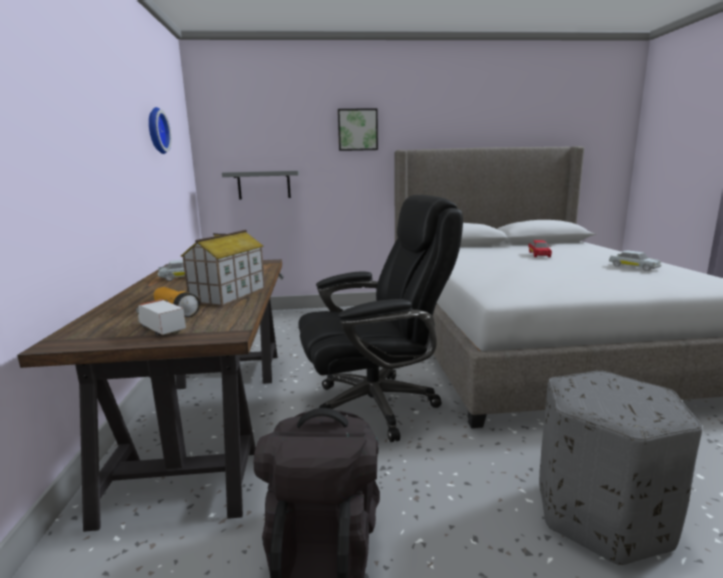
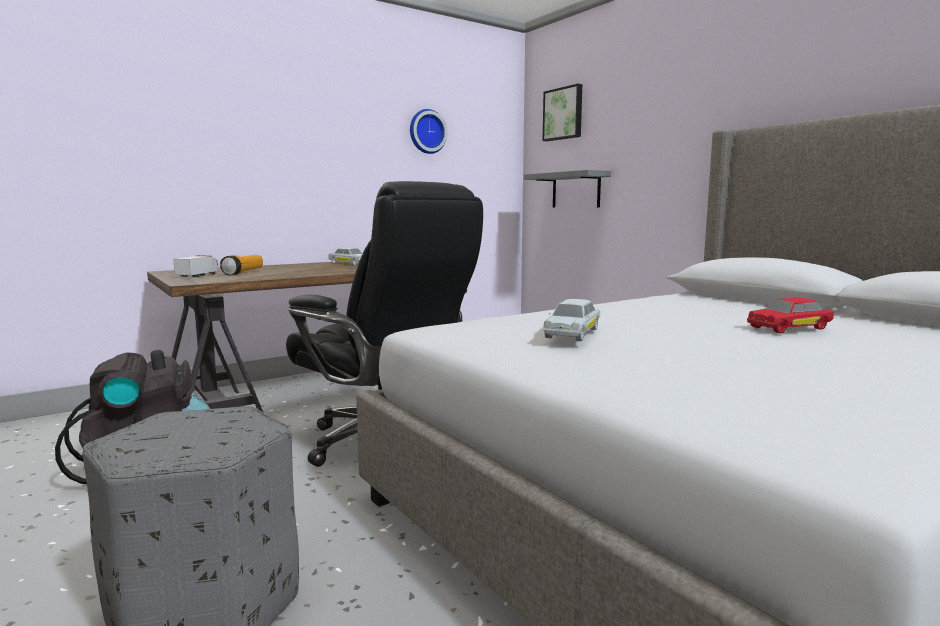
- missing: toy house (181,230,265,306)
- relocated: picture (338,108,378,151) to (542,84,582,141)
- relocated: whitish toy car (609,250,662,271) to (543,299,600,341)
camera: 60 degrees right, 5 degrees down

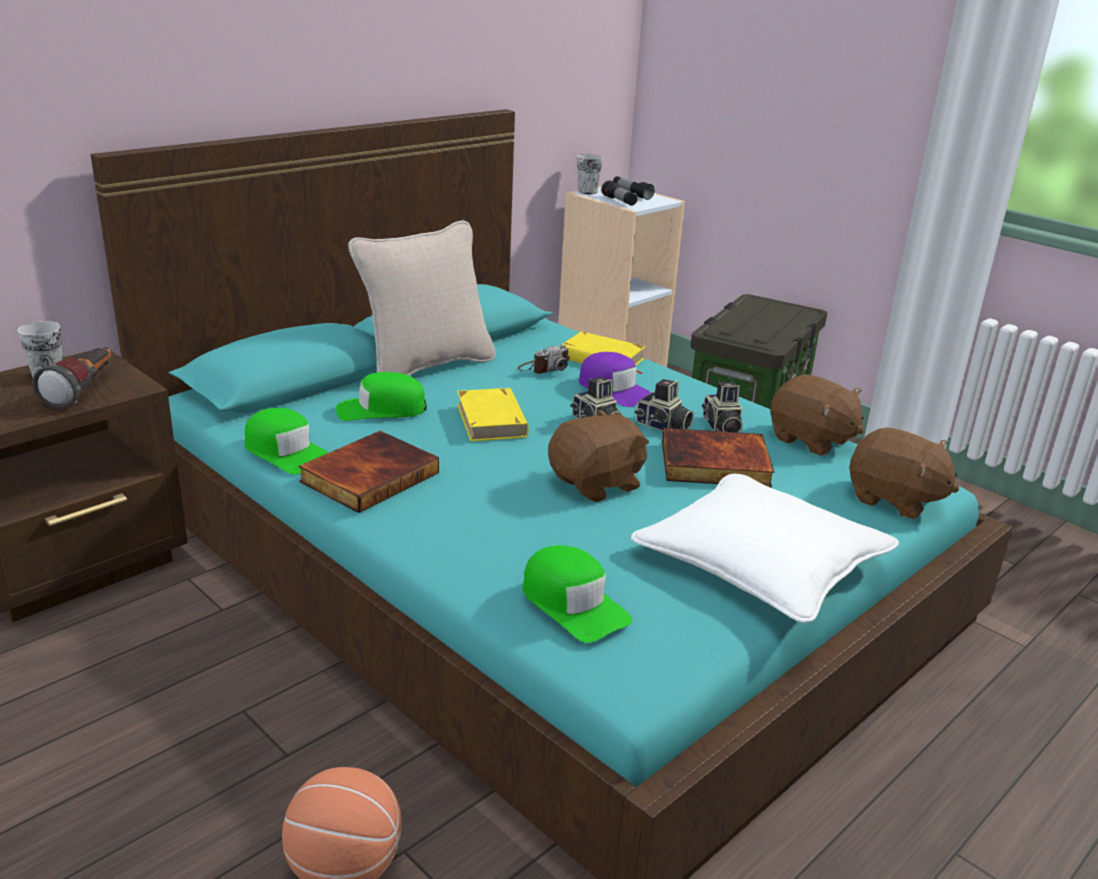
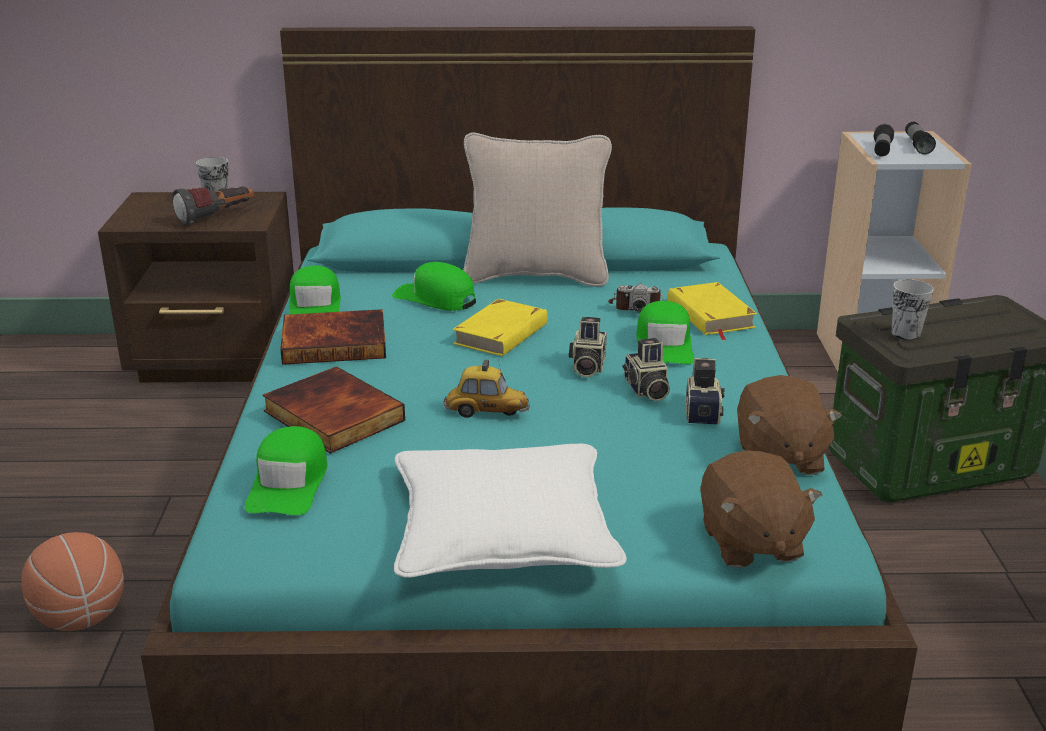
- exchanged: brown-coloured cuddly toy (548,409,649,502) to toy car (444,359,530,418)
- relocated: cup (577,154,603,194) to (892,279,934,340)
- colour: purple-coloured peaked cap (579,352,651,407) to green peaked cap (636,301,694,364)
- relocated: volume (662,428,774,488) to (263,366,405,454)
- spun: still camera (702,382,743,433) = (685,358,725,424) 150 degrees clockwise
camera: 45 degrees right, 0 degrees up

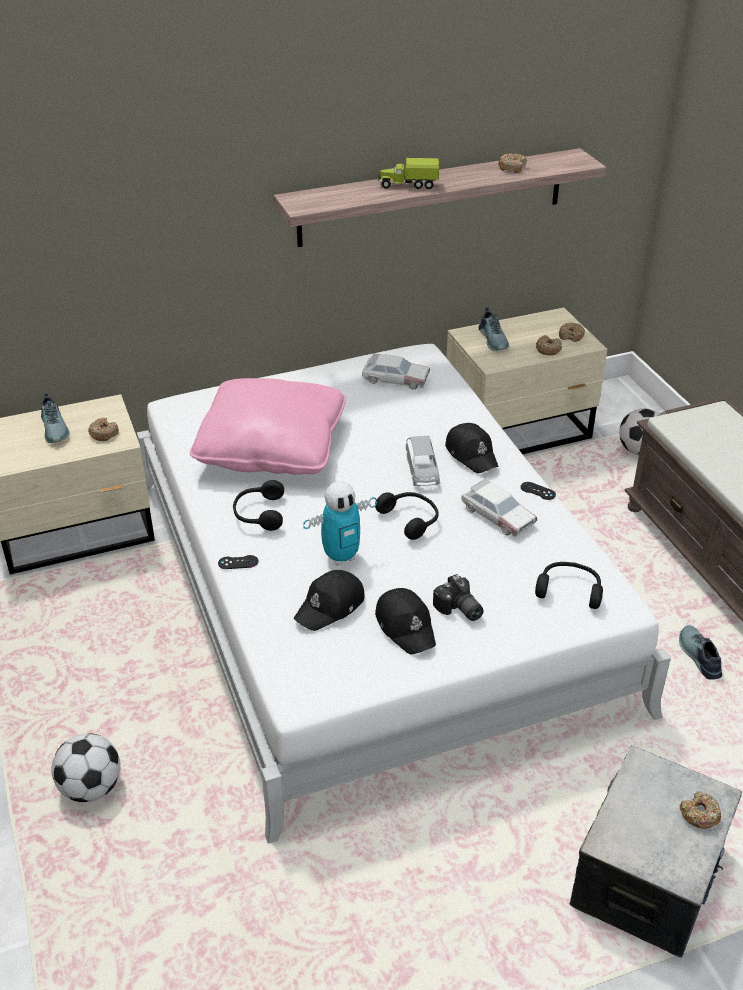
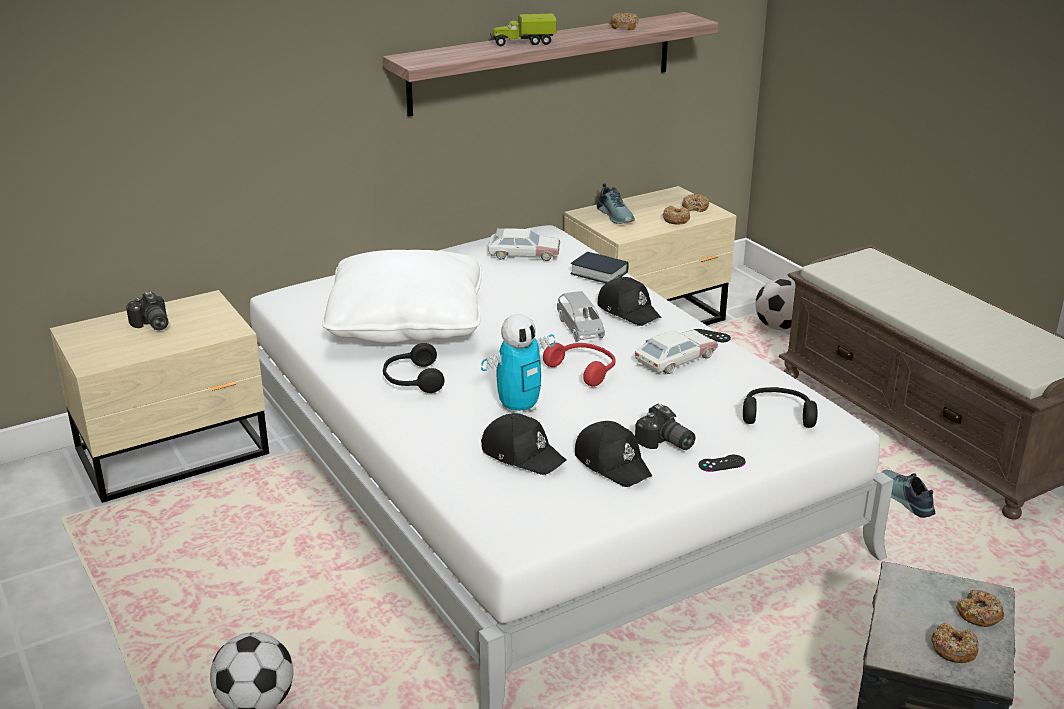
- exchanged: shoe (41,393,70,443) to still camera (126,291,168,330)
- relocated: doughnut (88,417,119,441) to (931,622,979,663)
- colour: pinkish pillow (190,378,346,475) to whitish pillow (322,250,482,343)
- relocated: blackish gamepad (218,555,258,569) to (699,455,746,472)
- spun: blackish peaked cap (294,570,364,631) = (481,413,567,475) 90 degrees counterclockwise
- colour: blackish headset (375,492,439,540) to reddish headset (543,343,616,387)
- spun: toy car (461,479,537,537) = (635,330,718,374) 75 degrees counterclockwise
- appeared: volume (570,252,629,283)
camera: 10 degrees left, 10 degrees down

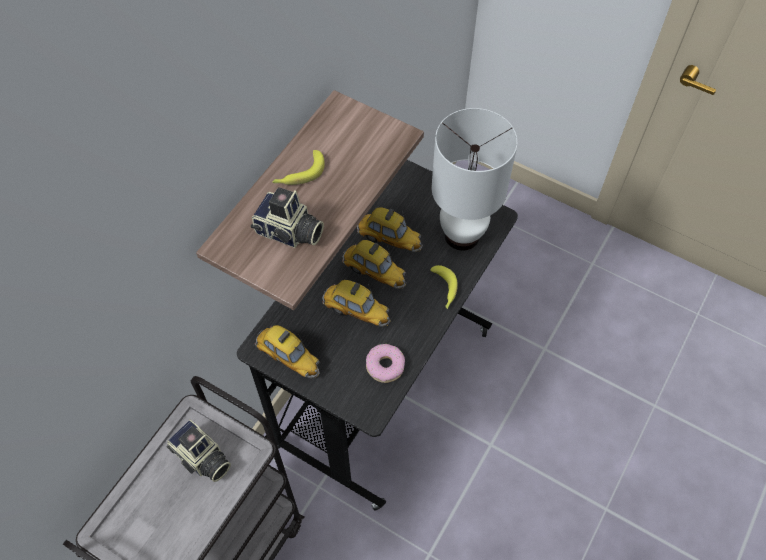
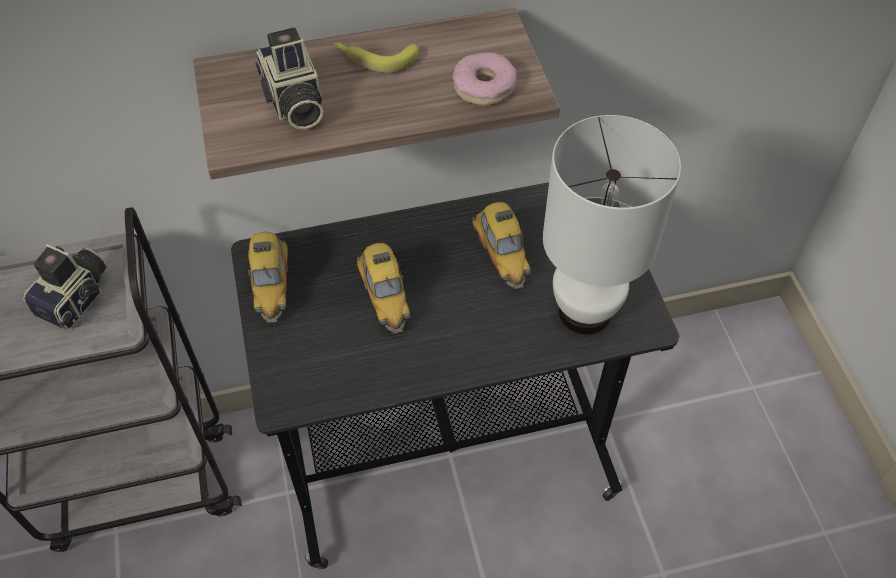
- spun: still camera (166,420,231,482) = (23,244,107,331) 150 degrees counterclockwise
- missing: toy car (342,240,406,289)
- relocated: doughnut (366,344,405,383) to (453,52,517,106)
- missing: banana fruit (430,265,458,309)
camera: 45 degrees right, 5 degrees down

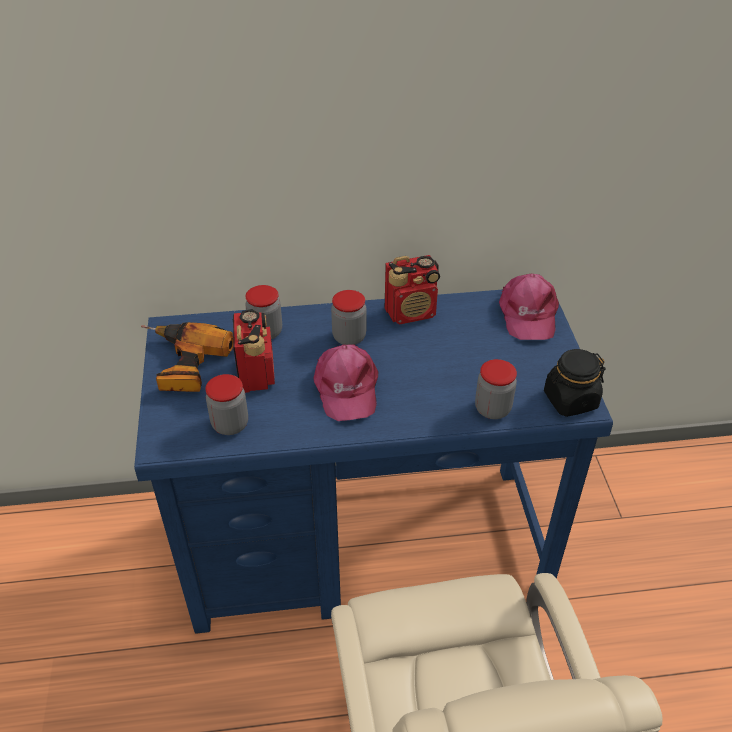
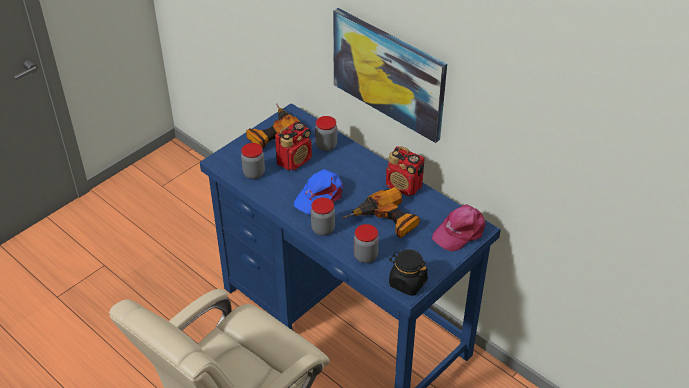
- colour: pinkish peaked cap (313,345,378,421) to blue peaked cap (294,169,344,215)
- relocated: preserve jar (331,290,366,345) to (311,198,335,236)
- appeared: picture (333,8,447,143)
- appeared: drill (343,187,420,238)
camera: 50 degrees right, 0 degrees up

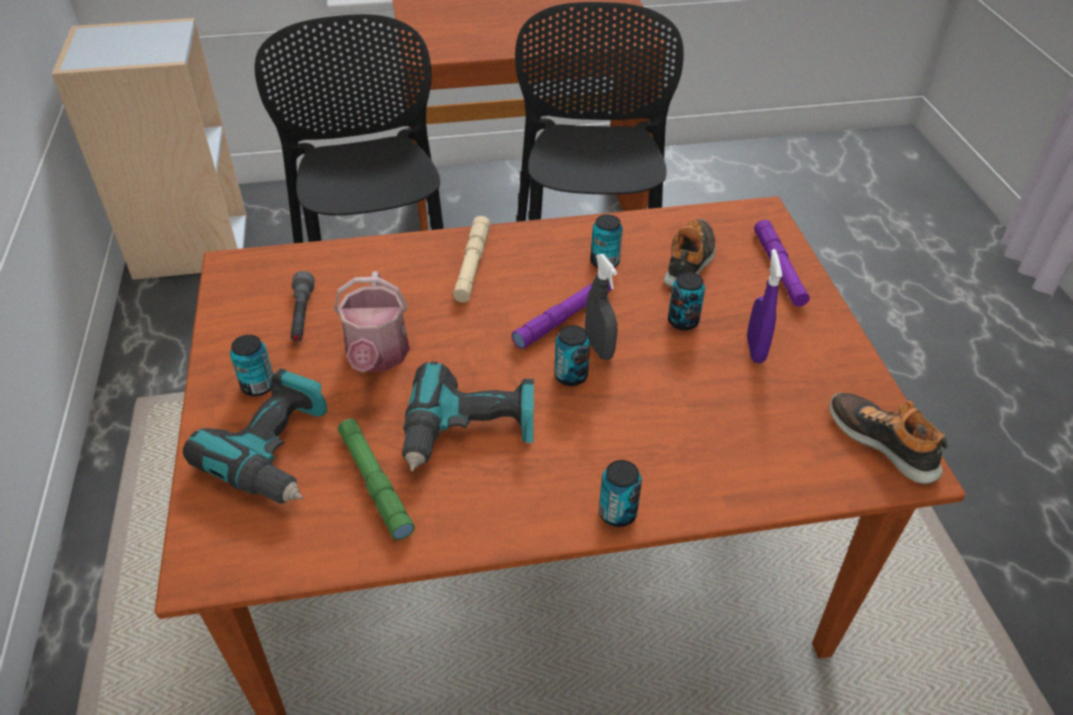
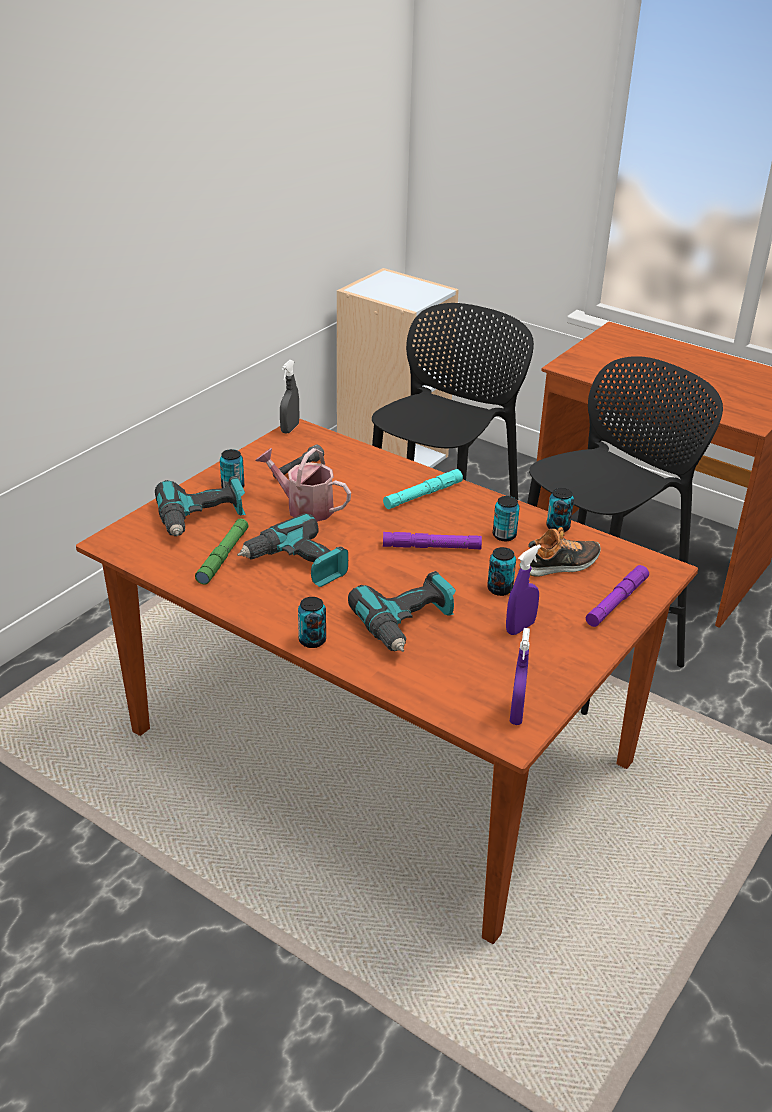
- spun: watering can (334,271,410,372) = (255,448,351,522) 75 degrees clockwise
- colour: beige hand torch (453,216,491,302) to blue-green hand torch (383,469,463,509)
- relocated: sealed can (554,325,590,386) to (546,488,574,532)
- relocated: grey hand sprayer (585,254,618,360) to (280,360,299,434)
- exchanged: shoe (830,392,948,484) to purple-coloured hand sprayer (509,628,530,725)
- appeared: drill (348,571,456,652)
camera: 45 degrees right, 10 degrees down

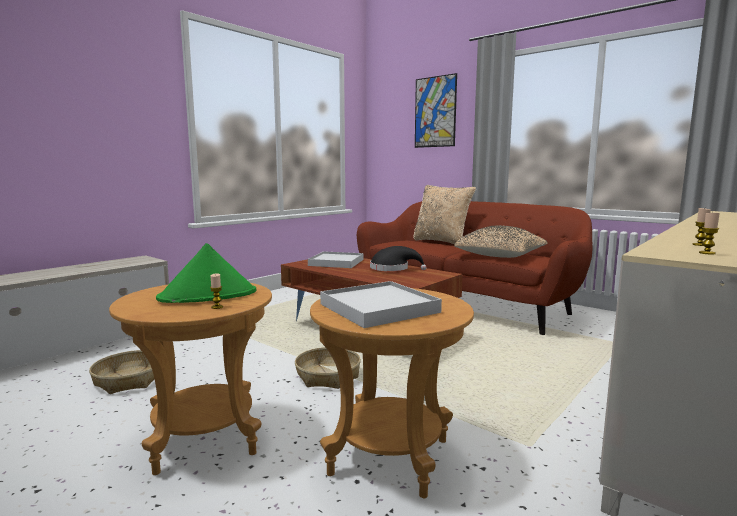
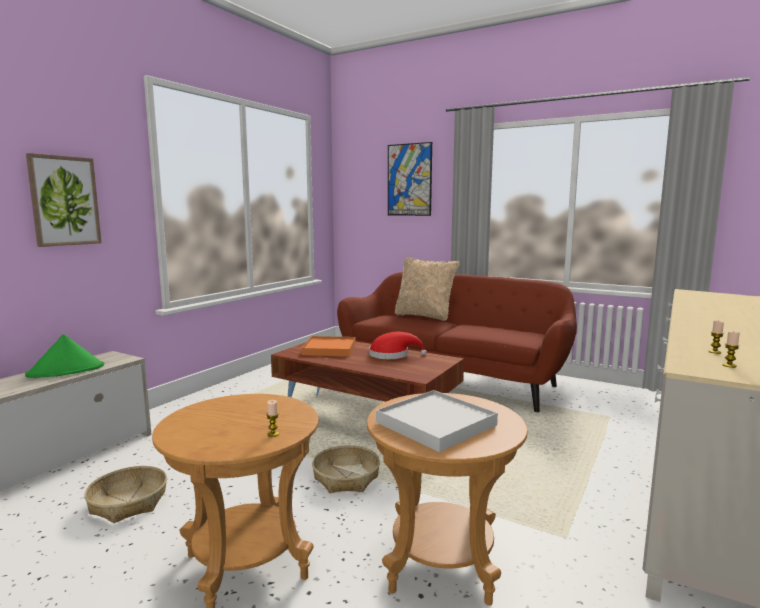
- relocated: green clothing hat (156,243,256,303) to (25,334,104,378)
- colour: whitish tray (308,251,364,268) to orange-coloured tray (301,336,356,356)
- colour: blackish clothing hat (370,246,427,271) to reddish clothing hat (369,332,427,359)
- missing: beige pillow (454,225,547,258)
- appeared: picture (26,153,102,247)
camera: 10 degrees left, 0 degrees up

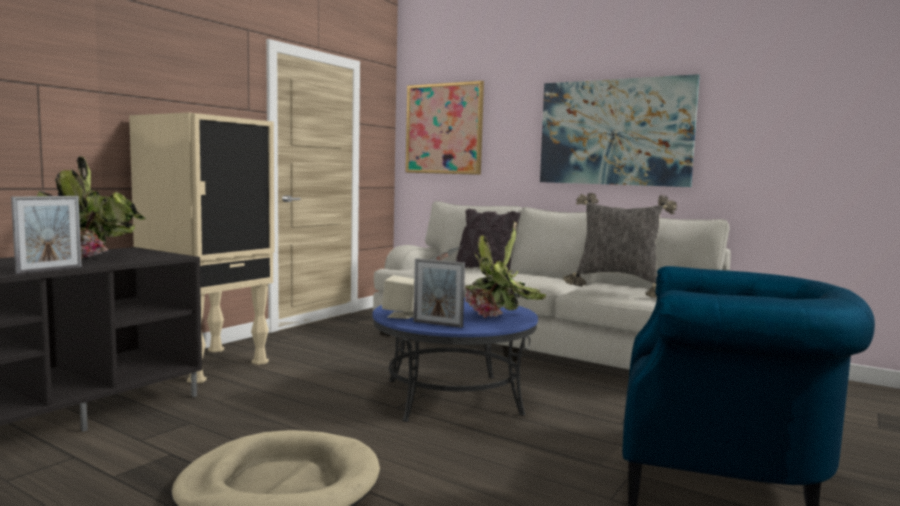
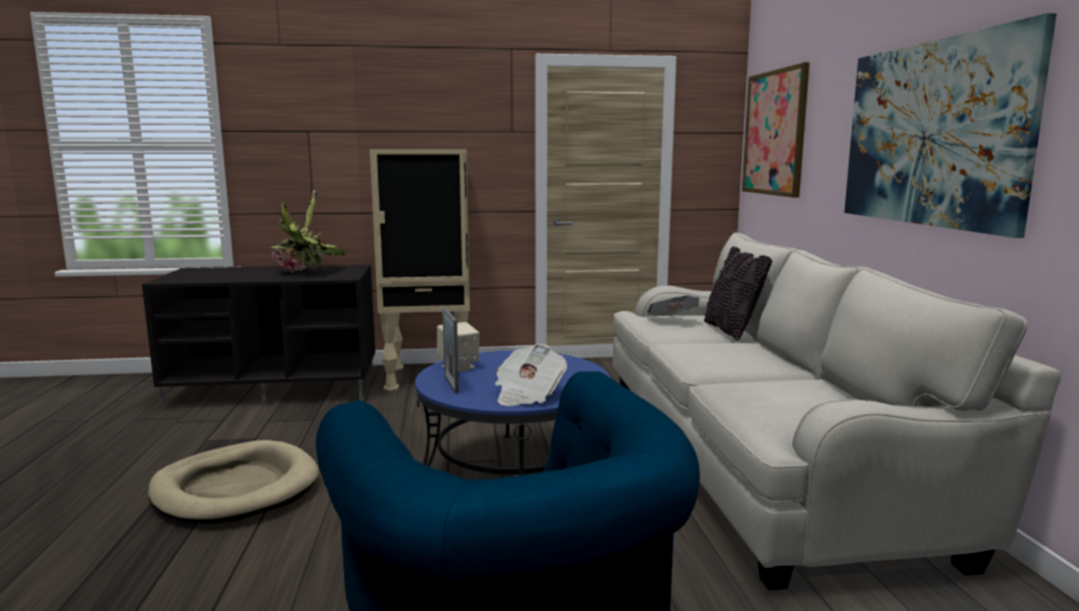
- missing: standing frame (11,196,82,274)
- exchanged: plant in a pot (465,221,546,318) to printed paper (495,344,567,406)
- missing: pillow (563,193,677,299)
camera: 50 degrees right, 5 degrees up

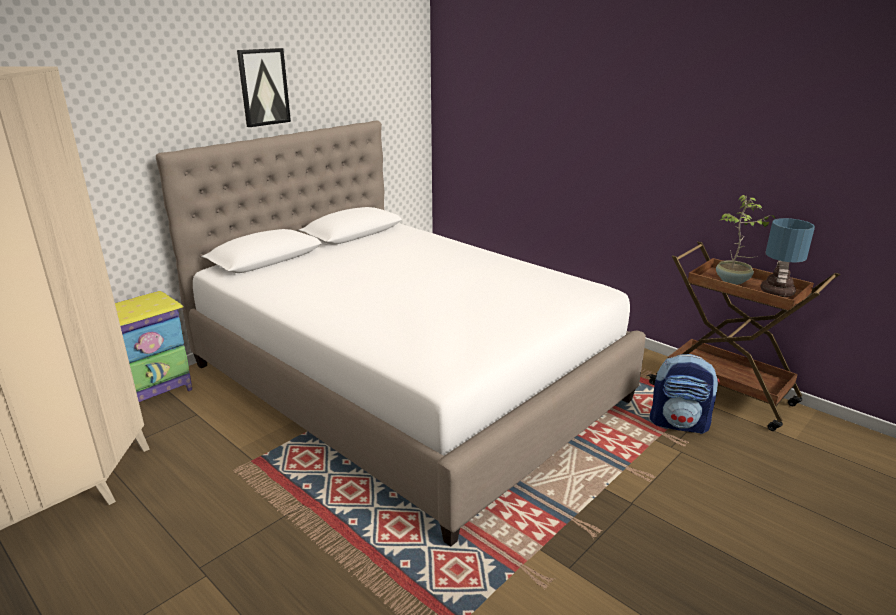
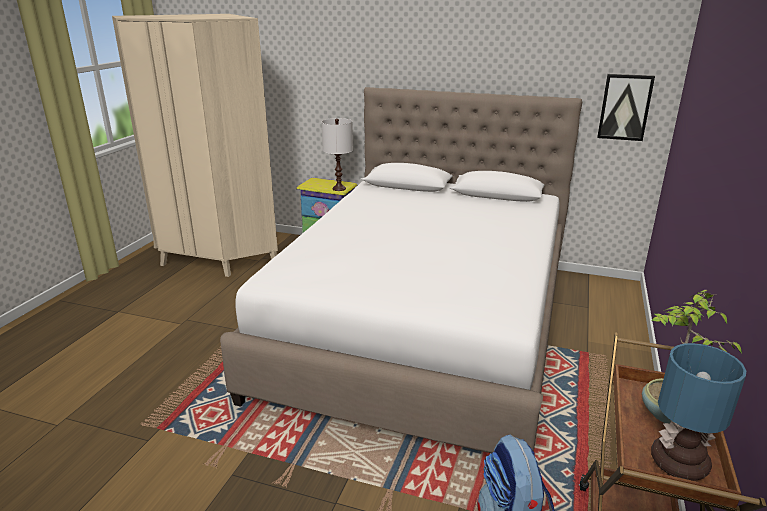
- relocated: picture (237,48,291,127) to (597,74,655,141)
- appeared: whitish table lamp (321,118,353,191)
camera: 65 degrees right, 0 degrees up

